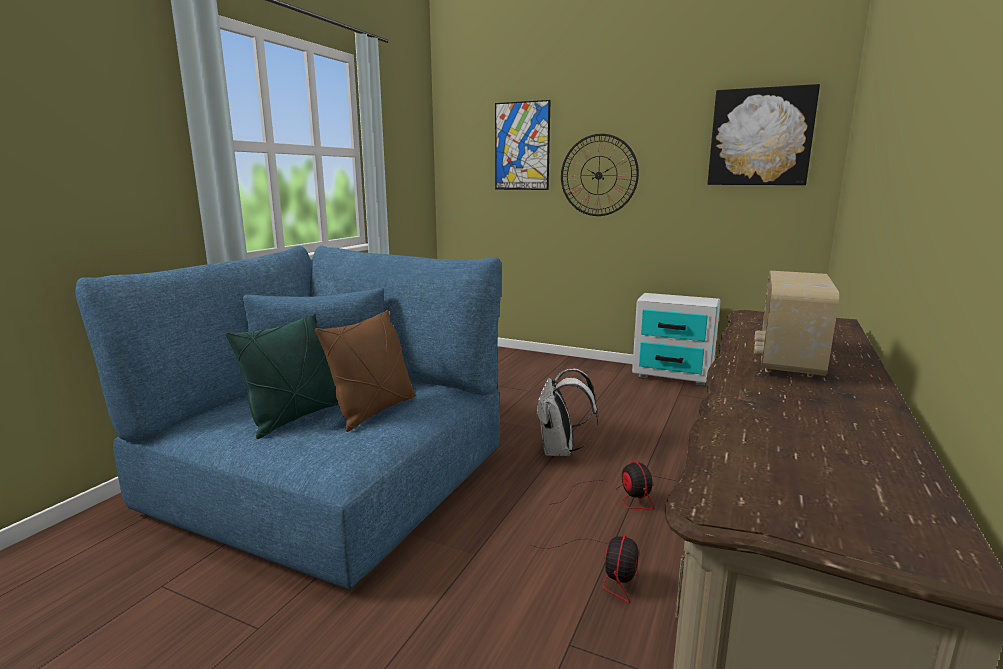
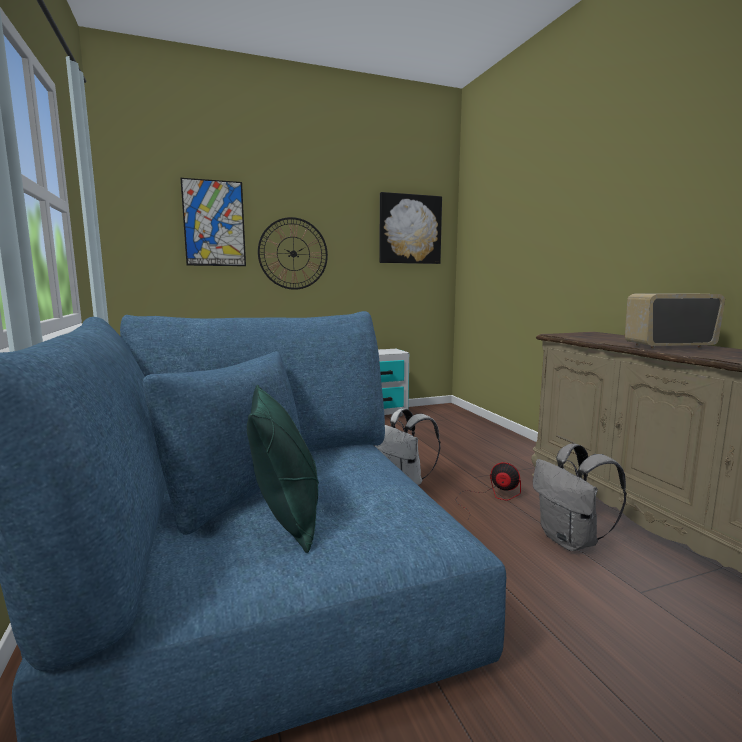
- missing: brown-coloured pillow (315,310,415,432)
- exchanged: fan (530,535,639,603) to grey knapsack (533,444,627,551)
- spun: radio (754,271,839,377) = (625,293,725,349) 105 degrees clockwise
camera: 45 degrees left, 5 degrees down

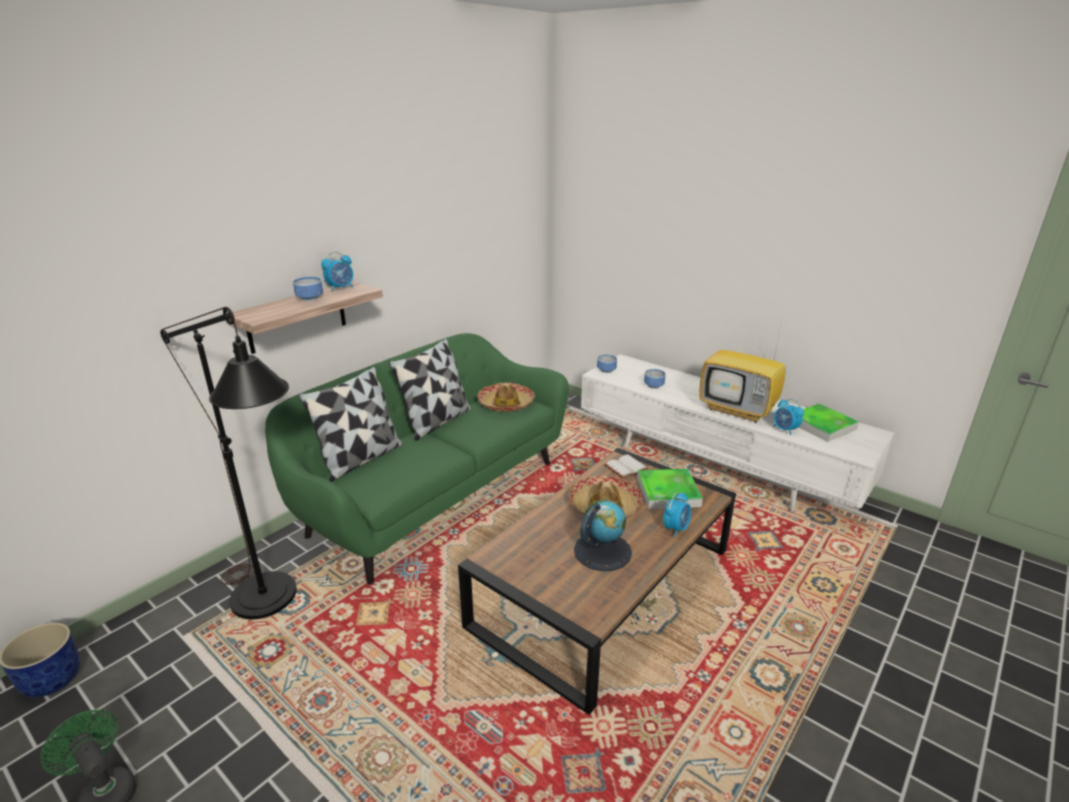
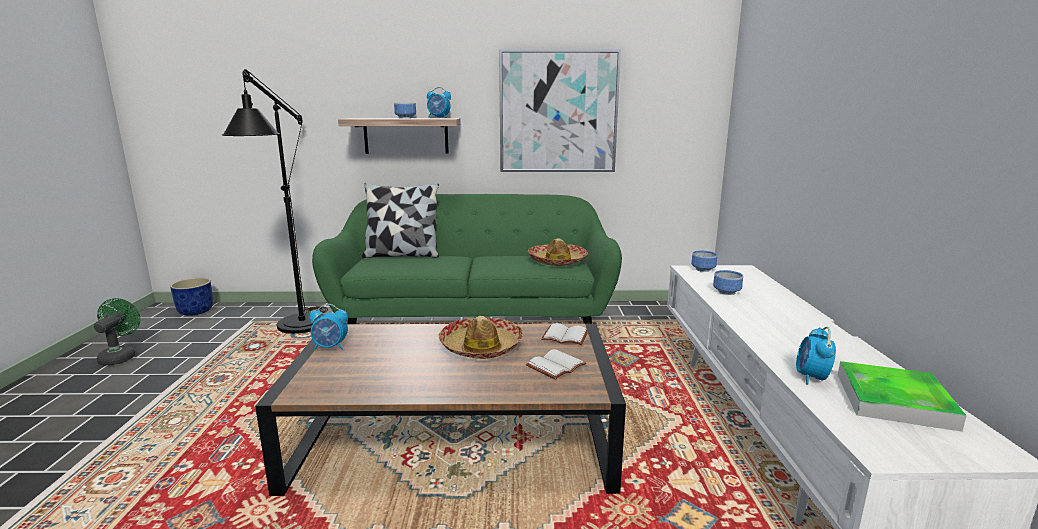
- missing: pillow (388,338,471,441)
- missing: world globe (574,500,632,571)
- exchanged: tray (637,469,703,509) to whitish volume (526,349,586,379)
- relocated: alarm clock (663,492,691,537) to (309,304,348,350)
- missing: television (699,325,785,423)
- appeared: picture (499,49,621,172)
camera: 50 degrees right, 10 degrees down

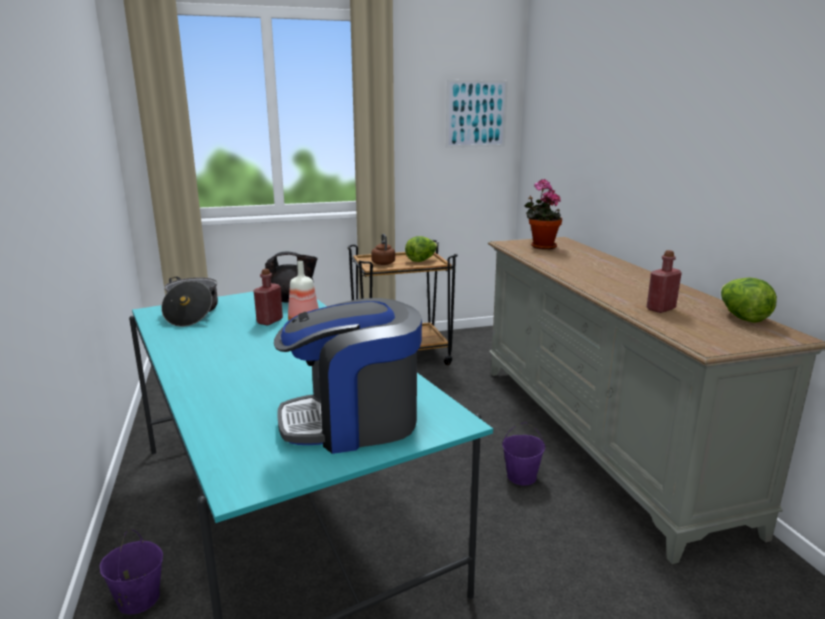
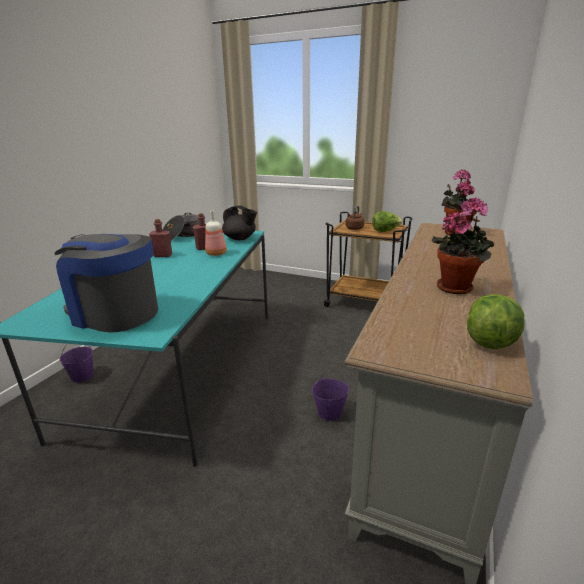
- missing: picture (446,80,508,148)
- relocated: reddish drink bottle (647,250,682,313) to (149,219,172,257)
- appeared: plant in a pot (432,197,494,294)
camera: 40 degrees right, 5 degrees up

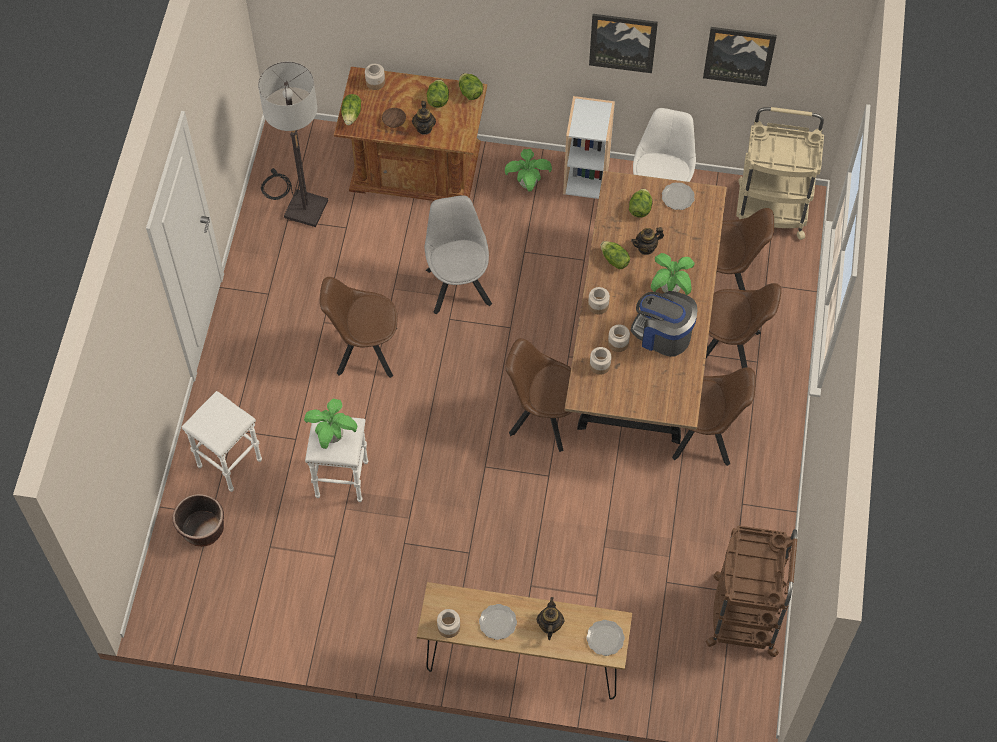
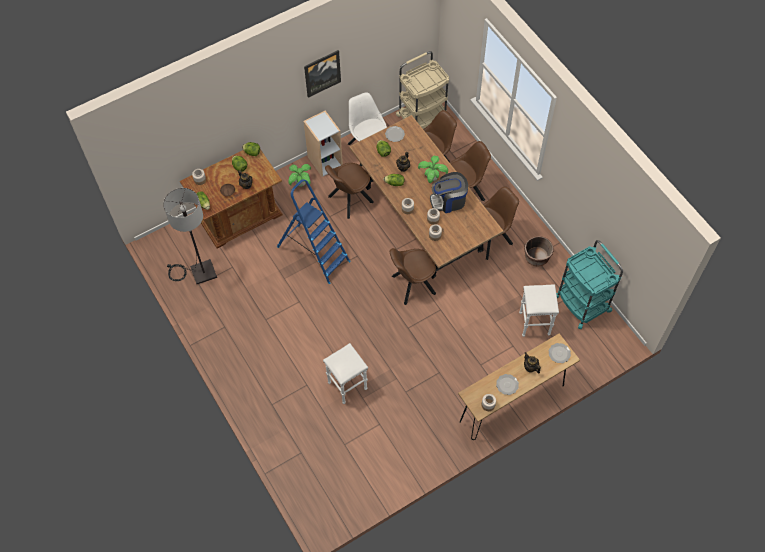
- relocated: brown-coloured flower pot (172,494,224,547) to (524,236,553,267)
- relocated: whitish stool (182,391,262,492) to (519,285,559,337)
- missing: plant in a pot (304,398,357,449)
- relocated: brown-coloured upright chair (320,277,397,378) to (325,163,374,219)
- exchanged: grey upright chair (425,195,492,315) to blue stepladder (277,179,351,284)
- missing: picture (703,27,777,86)
- colour: brown-coloured trolley (706,526,797,657) to blue-green trolley (556,240,623,329)
camera: 40 degrees left, 0 degrees up

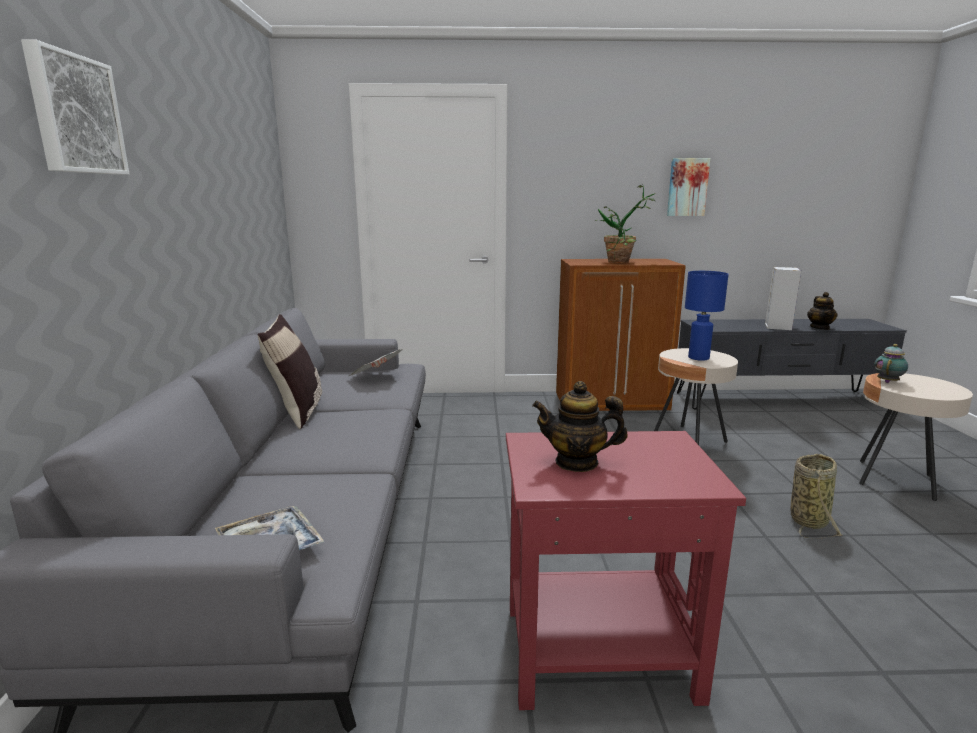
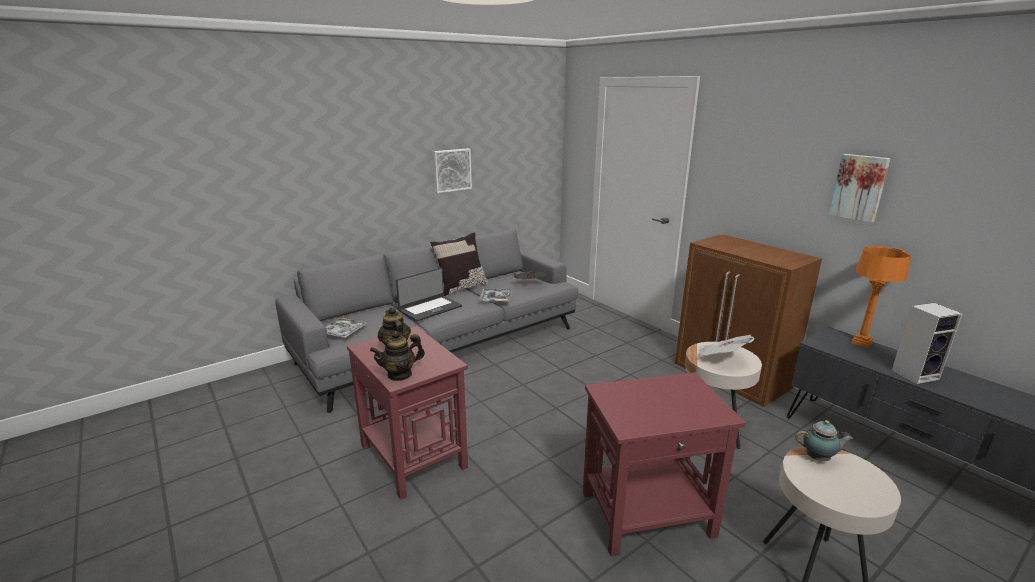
- relocated: picture (21,40,129,175) to (433,148,472,193)
- missing: plant in a pot (595,184,656,263)
- exchanged: blue table lamp (685,271,729,361) to printed paper (697,335,754,357)
- exchanged: basket (790,454,842,539) to reddish end table (583,372,746,557)
- relocated: tea pot (807,292,838,330) to (370,331,425,381)
- appeared: laptop (396,268,462,321)
- appeared: tray (479,288,512,303)
- appeared: orange-coloured table lamp (850,246,911,348)
camera: 55 degrees right, 5 degrees up

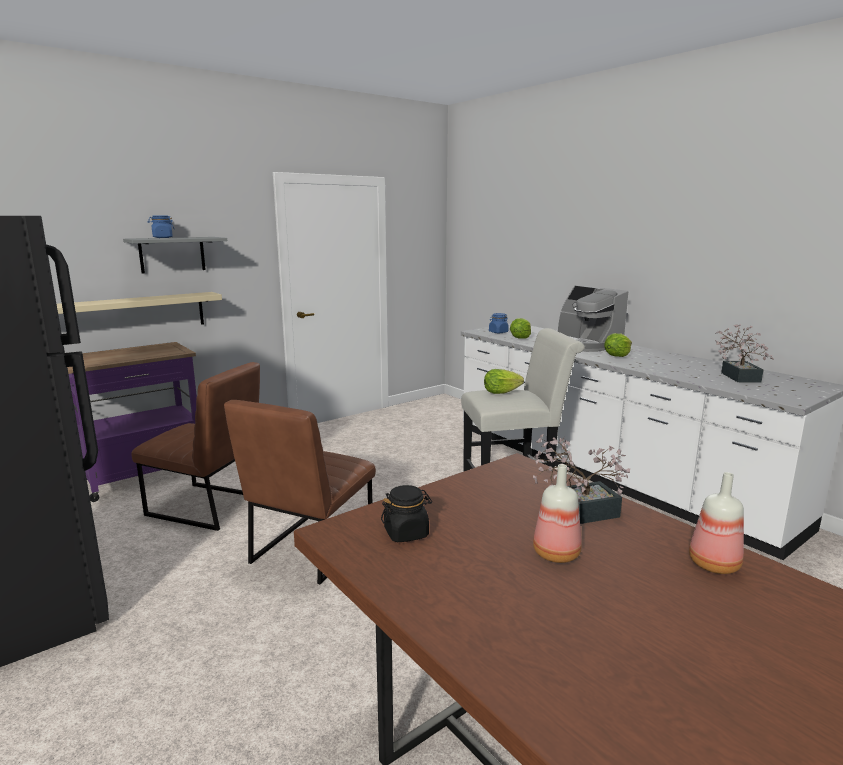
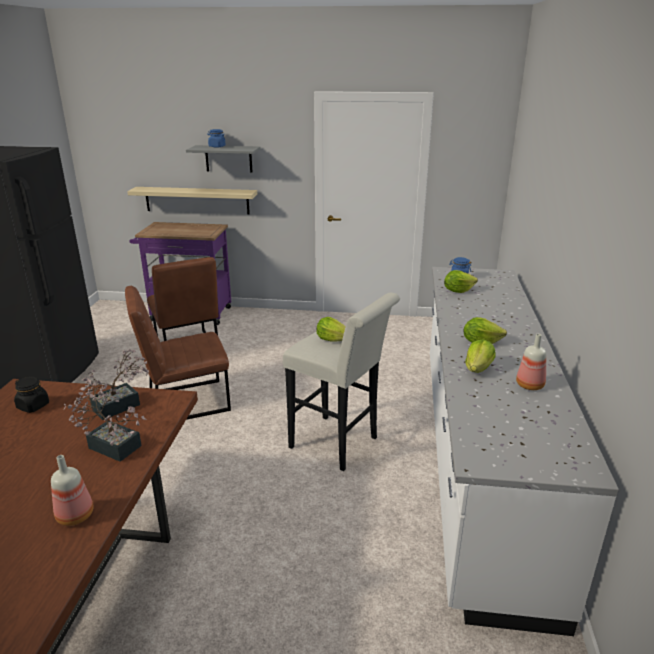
- relocated: drink bottle (533,464,582,563) to (516,334,546,390)
- missing: coffee brewer (558,286,628,352)
- relocated: plant in a pot (715,324,773,383) to (79,349,149,420)
- appeared: head of lettuce (465,339,496,373)
camera: 45 degrees right, 10 degrees up

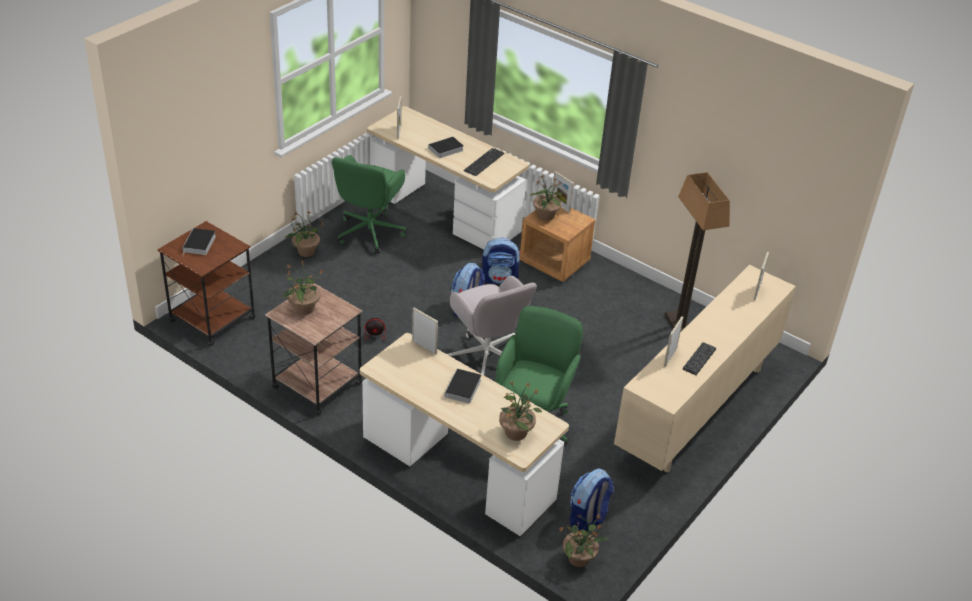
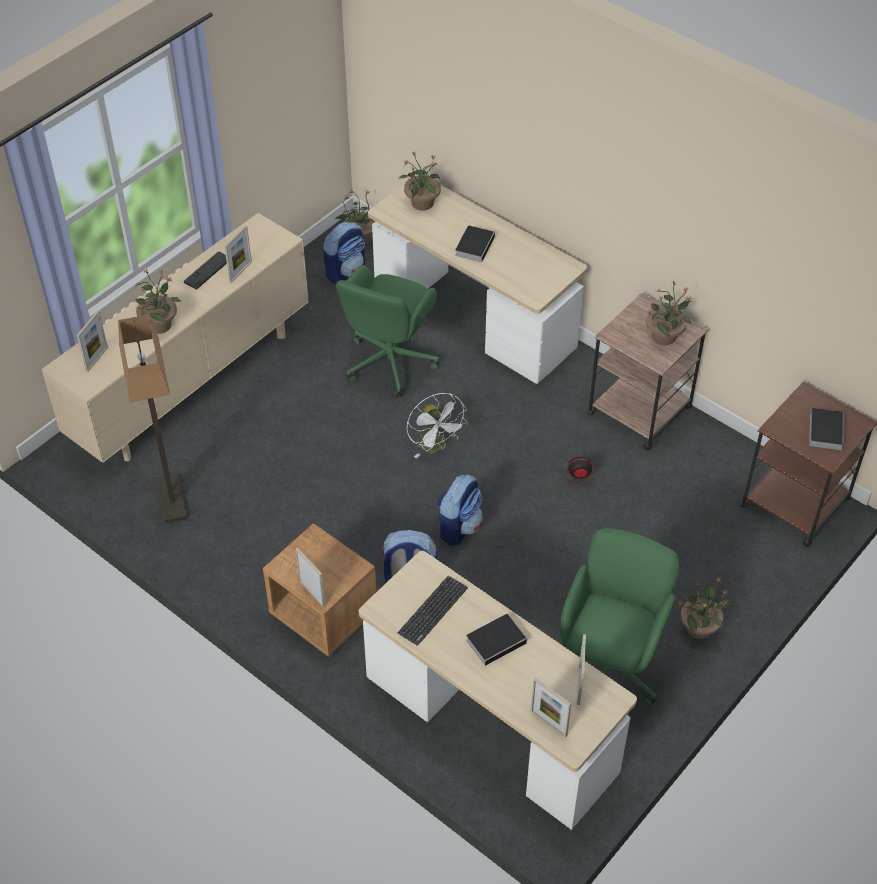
- relocated: standing frame (412,308,438,355) to (531,678,571,737)
- exchanged: grey office chair (447,276,537,375) to whitish fan (407,393,467,458)
- relocated: plant in a pot (530,175,562,221) to (135,270,181,334)
camera: 175 degrees left, 10 degrees up

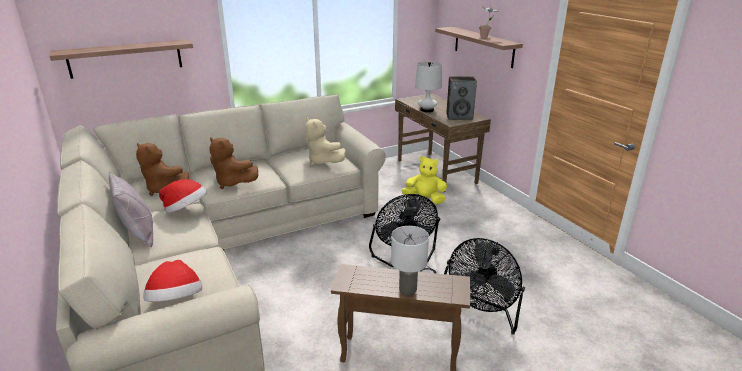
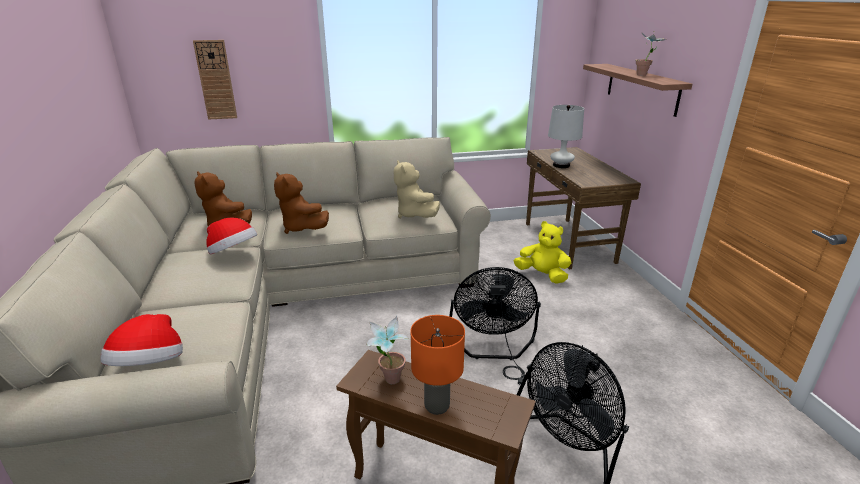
- exchanged: shelf (50,39,193,79) to wall clock (193,40,237,120)
- missing: purple-coloured pillow (109,172,153,247)
- colour: whitish table lamp (391,226,429,296) to orange-coloured table lamp (411,315,465,415)
- missing: speaker (446,76,477,120)
- appeared: plant in a pot (366,316,409,384)
camera: 15 degrees right, 0 degrees up

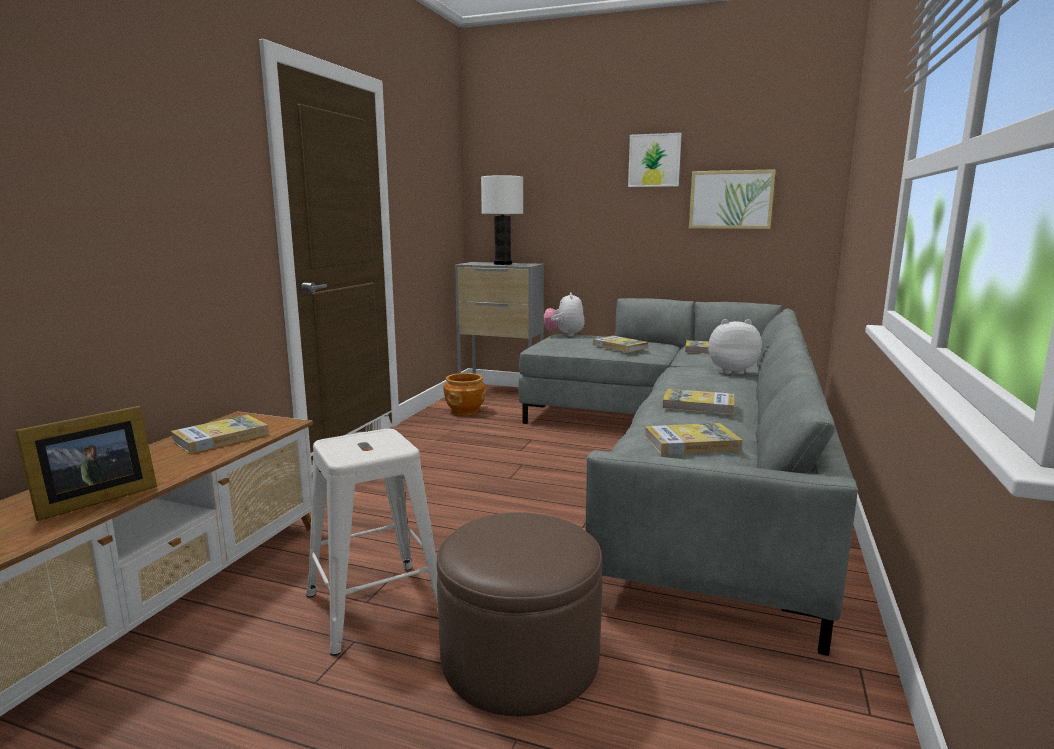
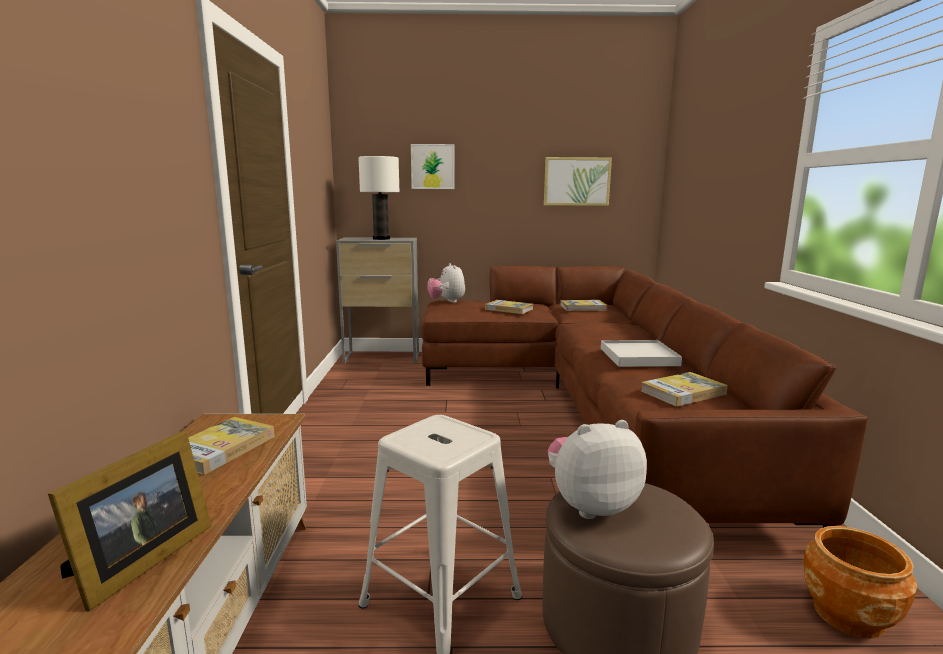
- relocated: brown-coloured flower pot (443,373,486,416) to (804,526,917,639)
- colour: grey couch (519,298,858,656) to brown-coloured couch (421,266,868,528)
- relocated: picture (628,133,682,187) to (411,144,455,189)
- exchanged: volume (662,389,734,415) to whitish tray (601,340,682,367)
- relocated: cuddly toy (708,319,762,374) to (548,420,647,519)
camera: 20 degrees left, 0 degrees up

